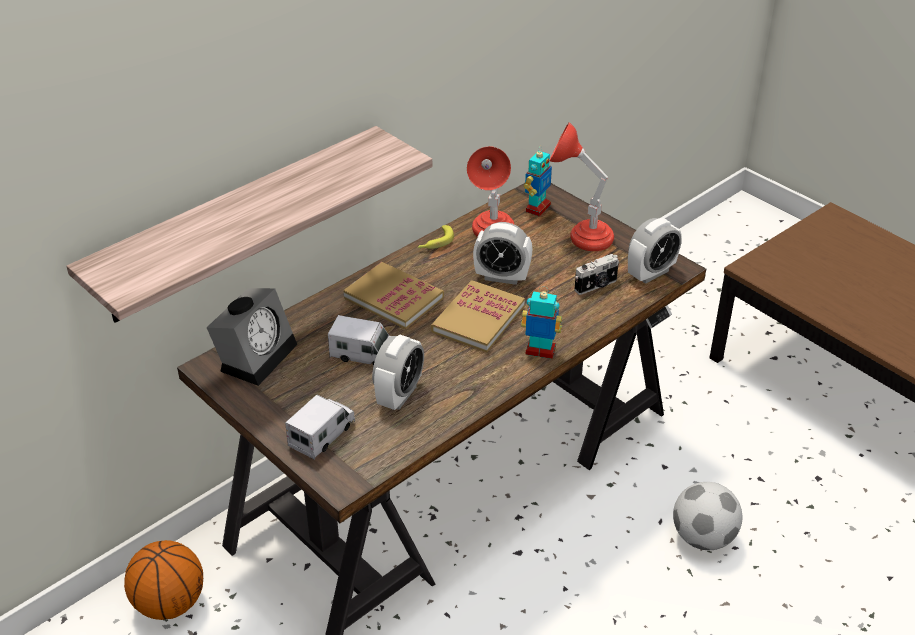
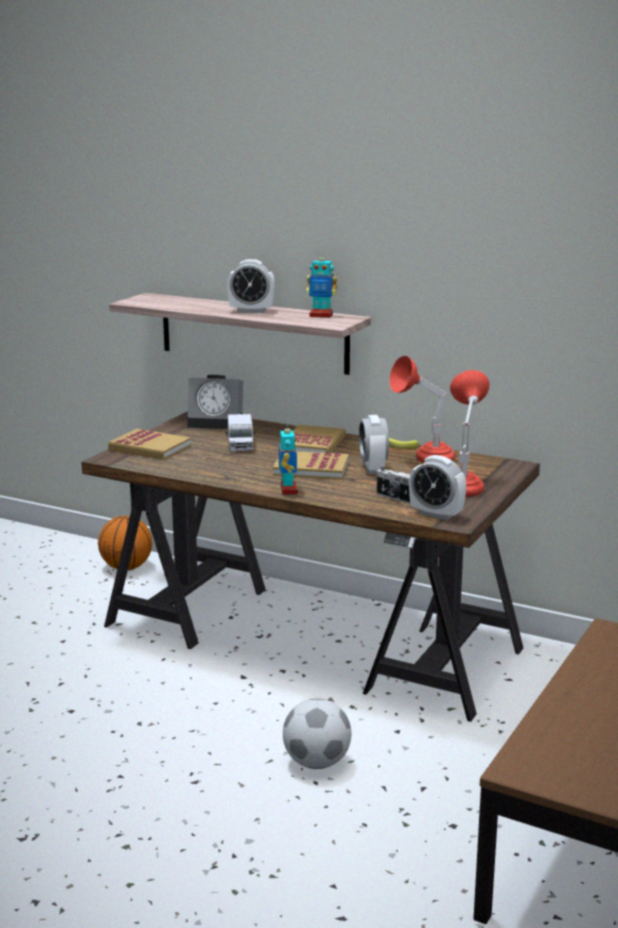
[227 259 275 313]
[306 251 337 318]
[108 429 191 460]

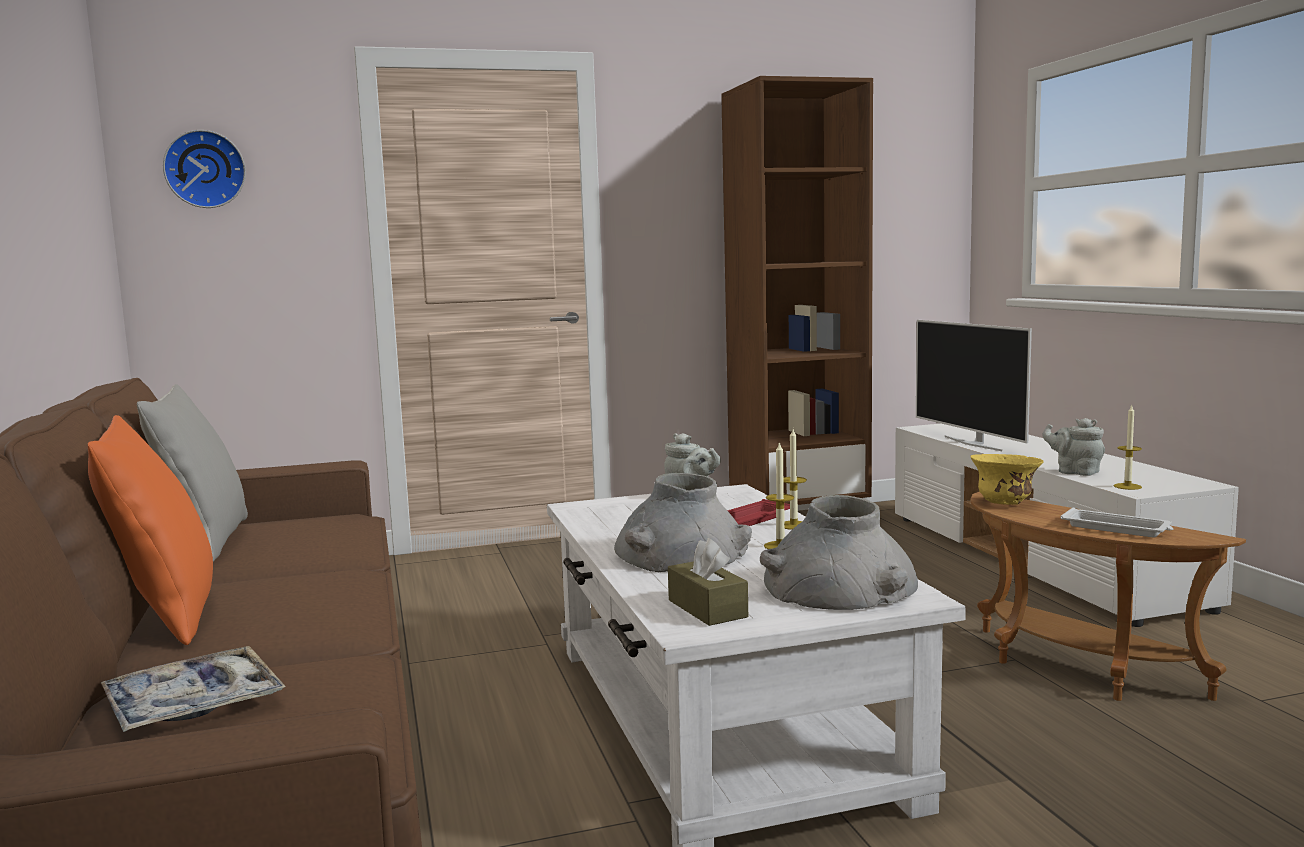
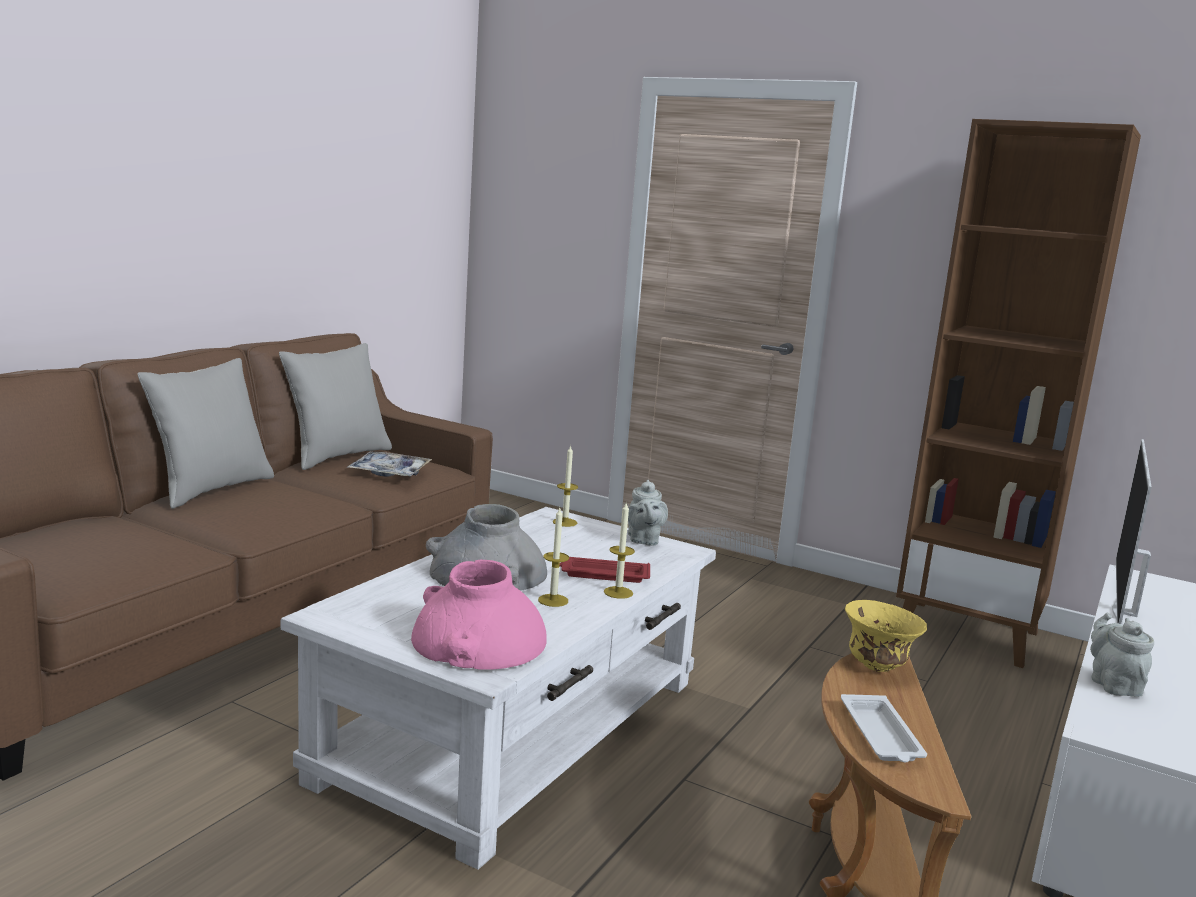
[163 130 246 208] (first image)
[668 538 748 626] (first image)
[346 451 432 477]
[553 445 578 527]
[138 358 274 509]
[411 560 547 670]

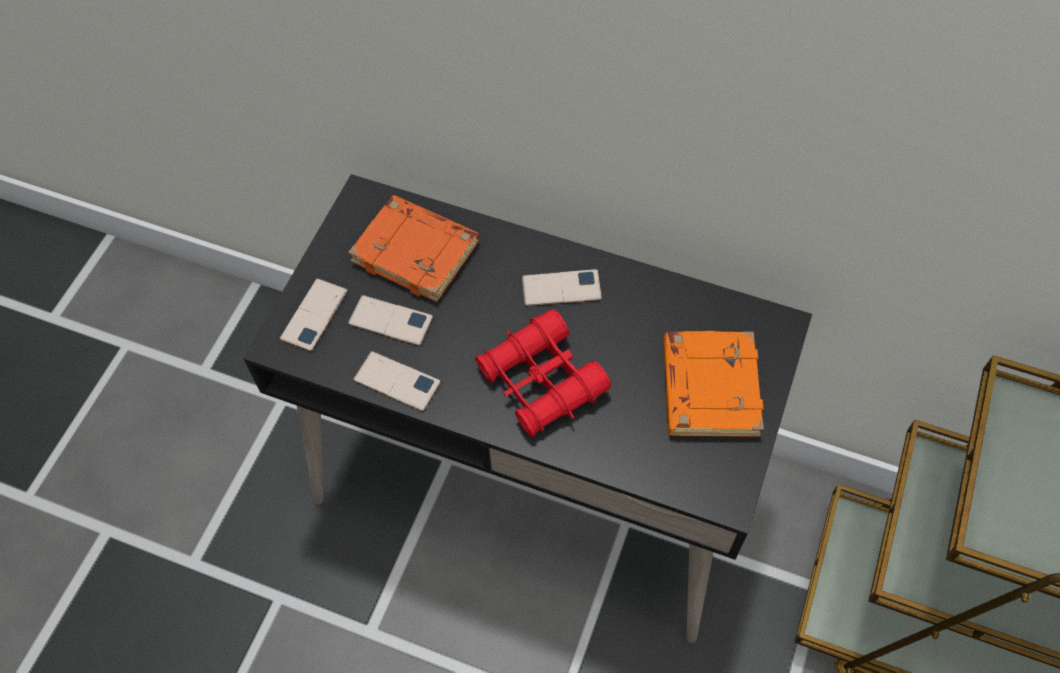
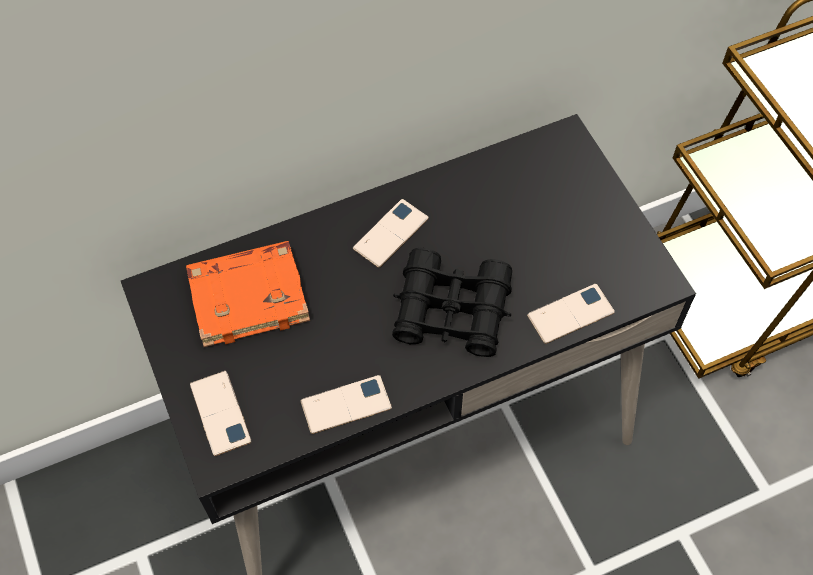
[663 331 764 437] (first image)
[527 284 615 344]
[392 248 512 357]

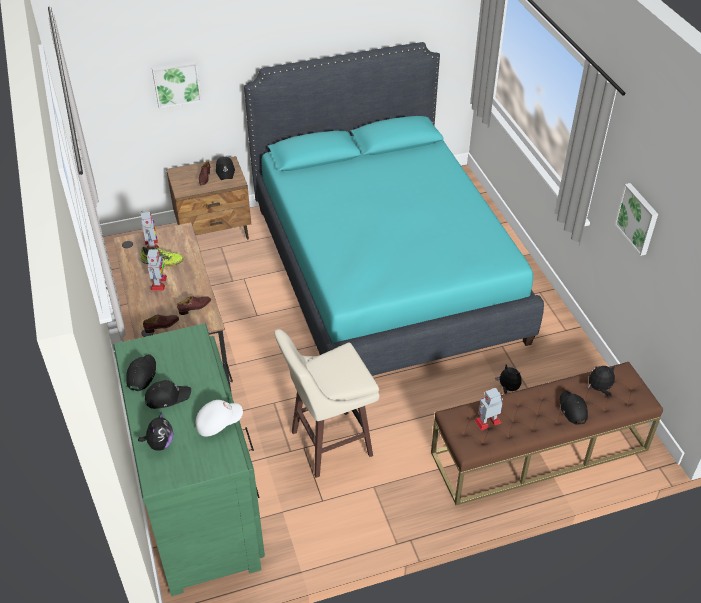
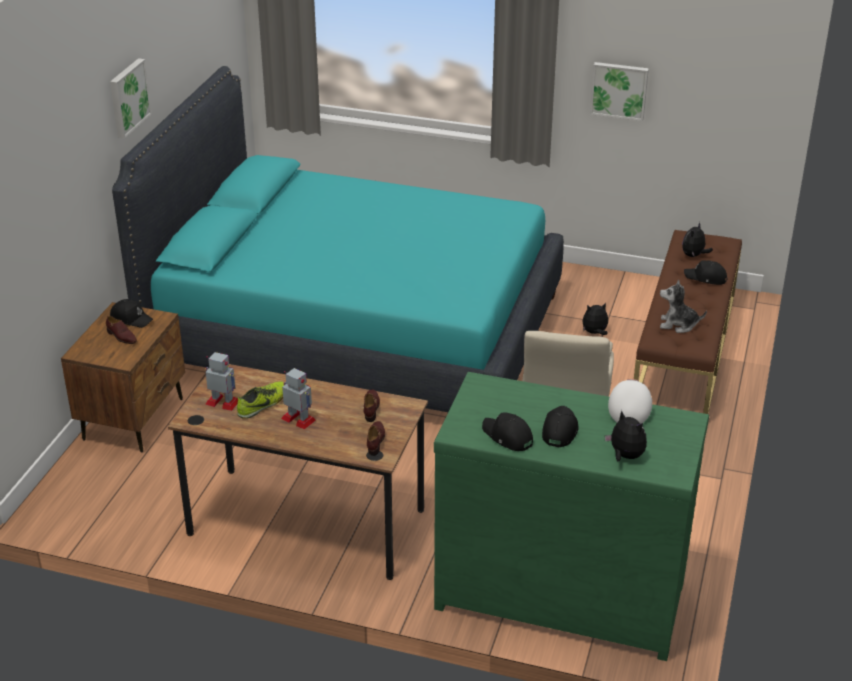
[110 58 152 139]
[660 279 707 333]

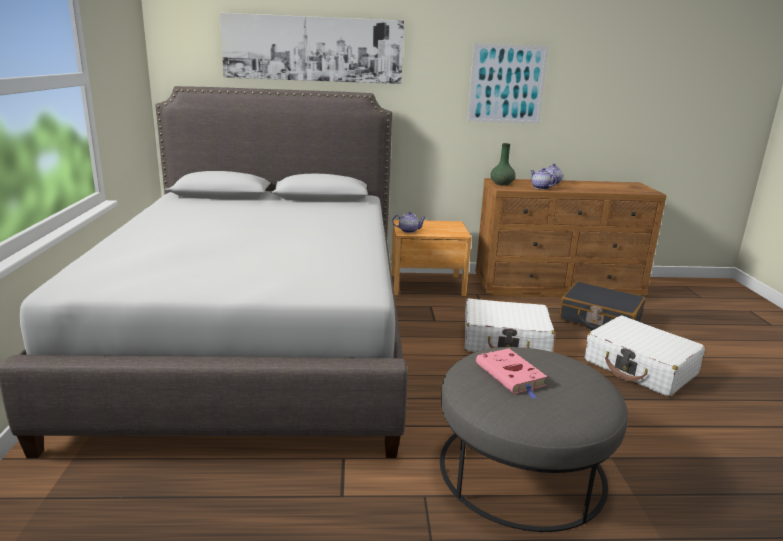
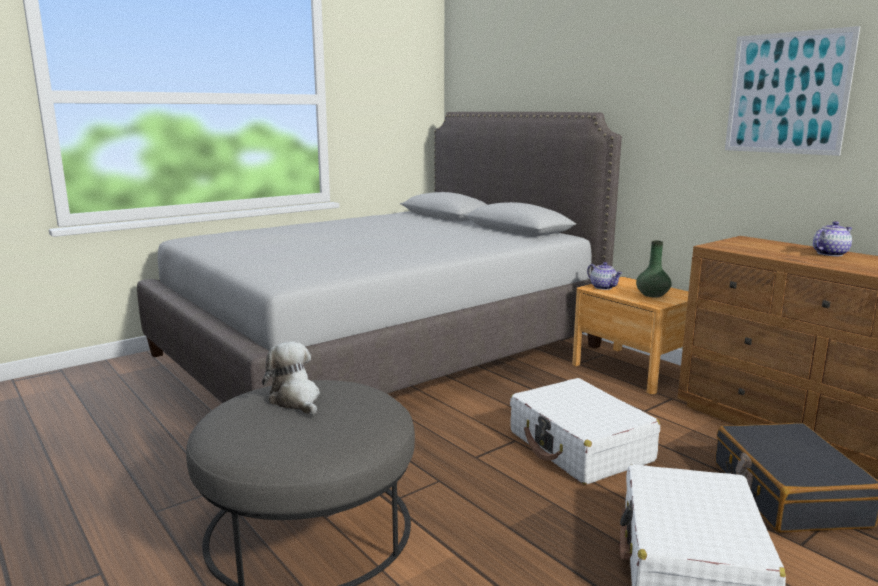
[220 13 404 84] (first image)
[530 168 557 190] (first image)
[636 241 671 297]
[262 341 320 415]

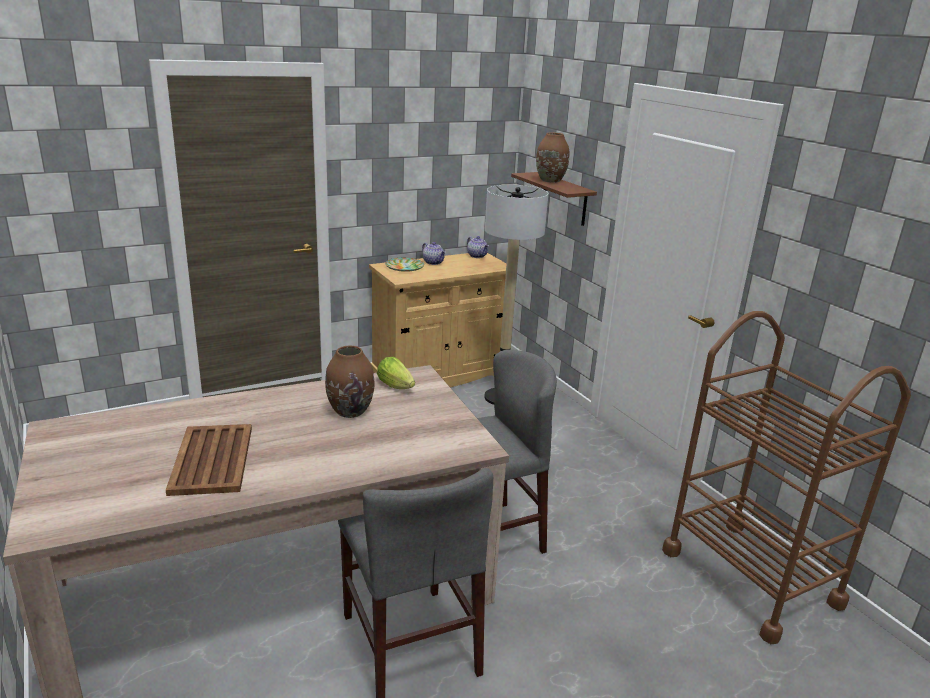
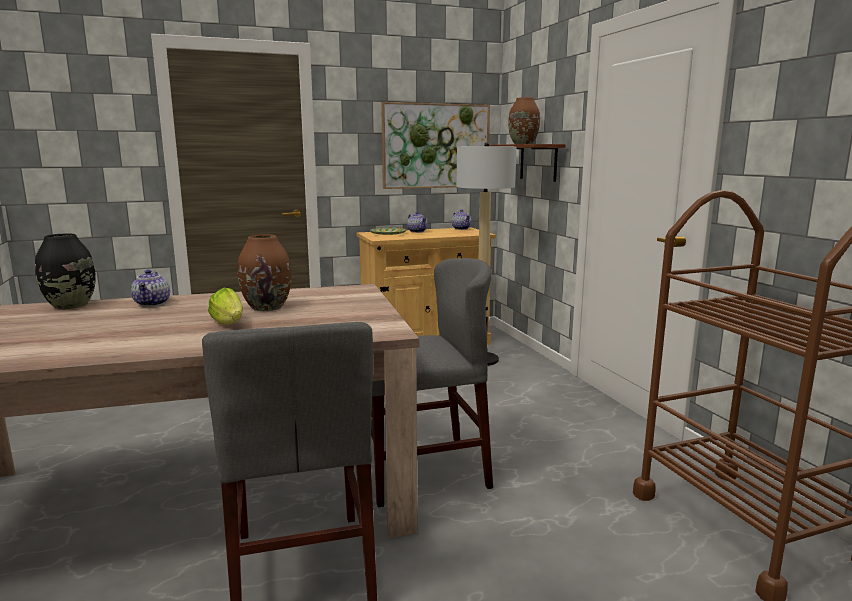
[166 424 252 496] (first image)
[35 233 96 309]
[131 269 170 307]
[381 102 490 189]
[208 288 243 324]

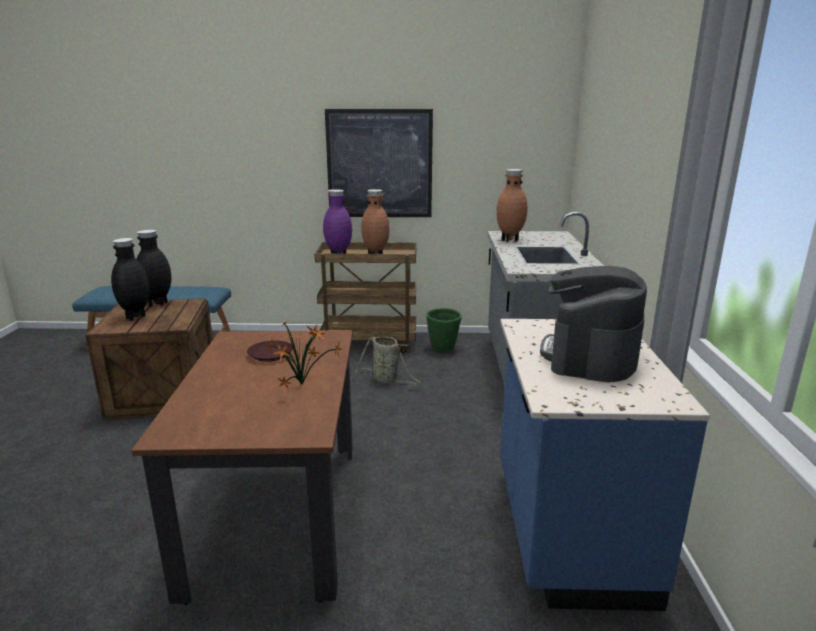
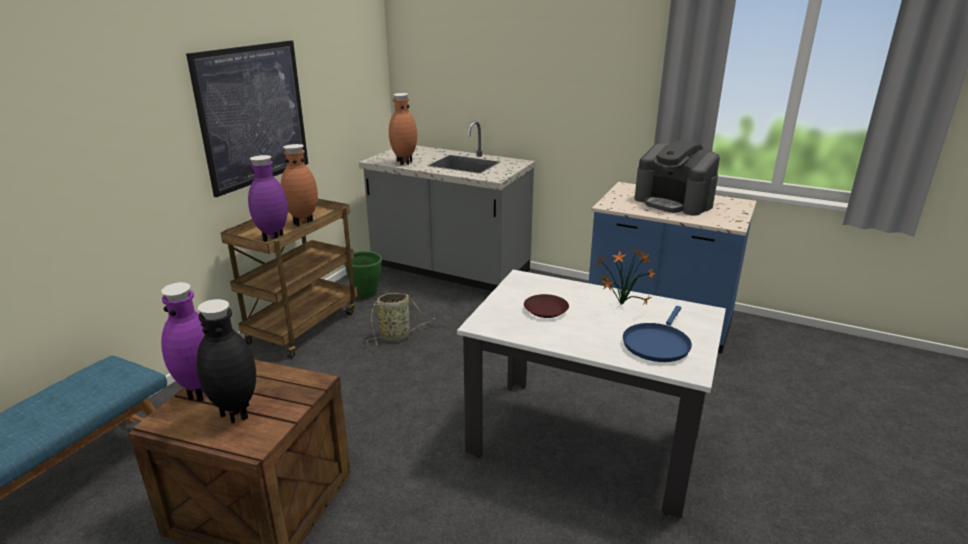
[623 306 692 362]
[457 270 726 518]
[161 282 205 402]

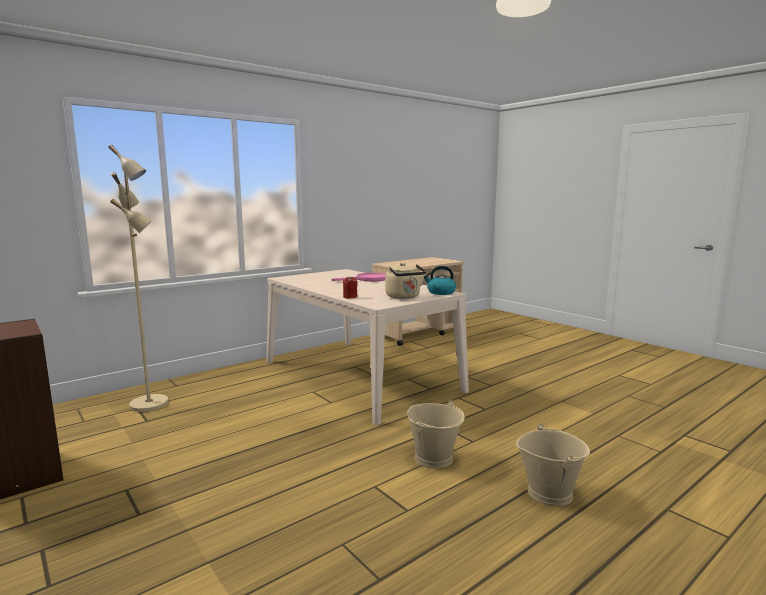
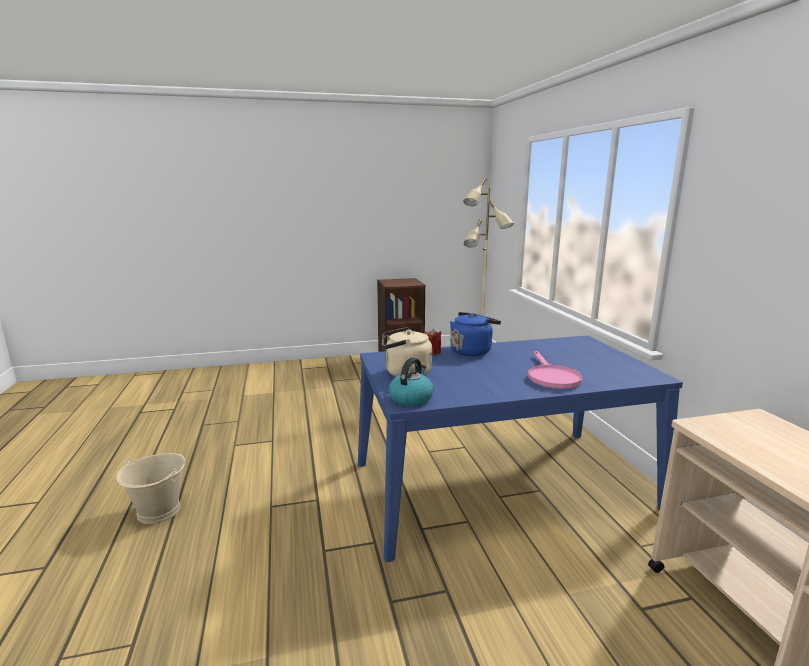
[407 400 465 469] (first image)
[450 312 501 356]
[358 335 683 562]

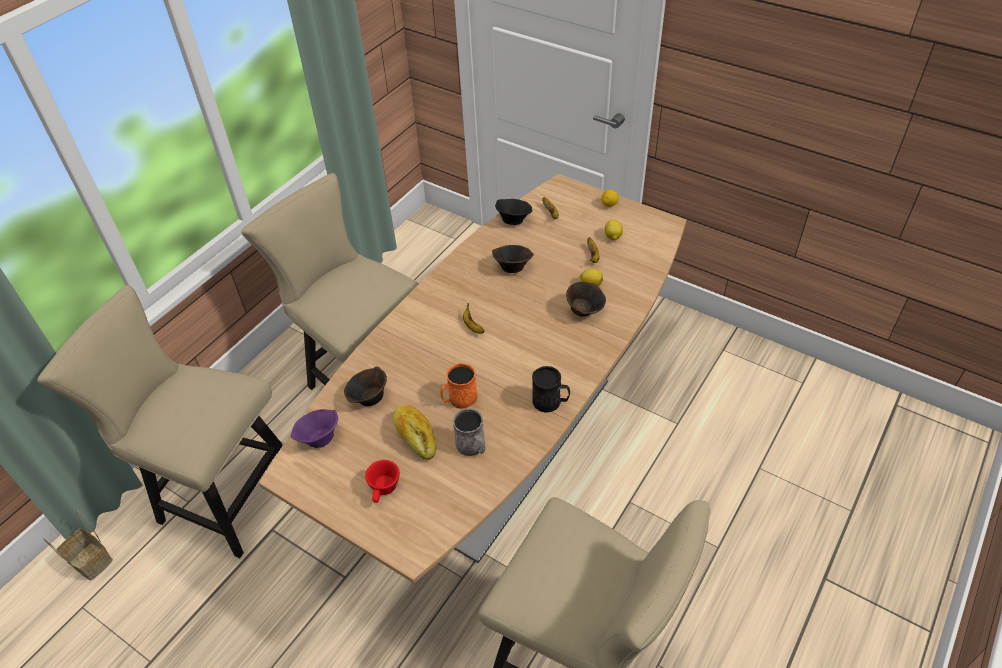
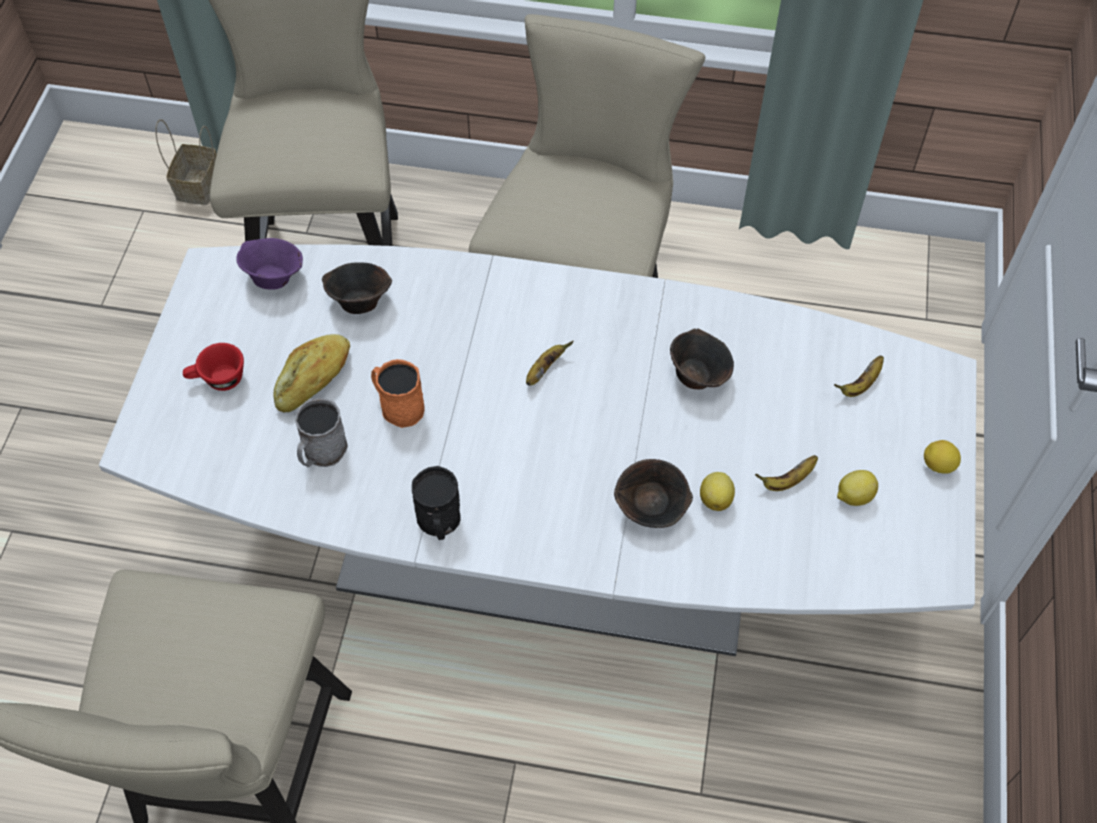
[495 199 532 225] (first image)
[99 244 976 656]

